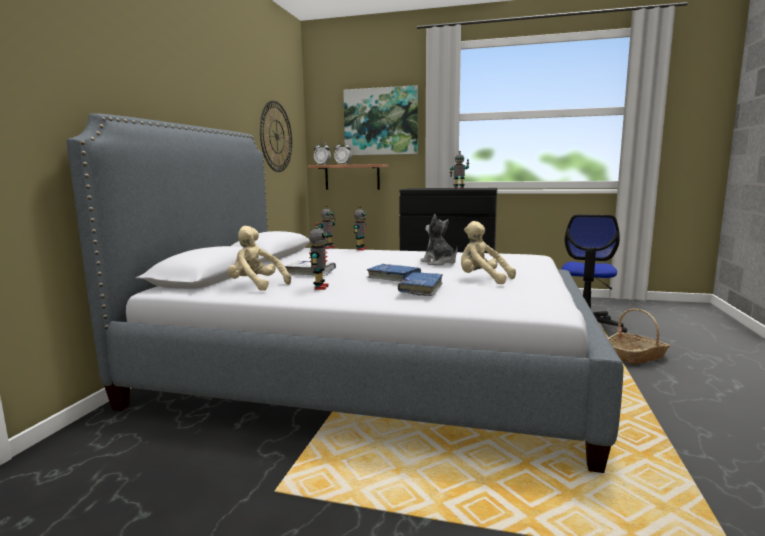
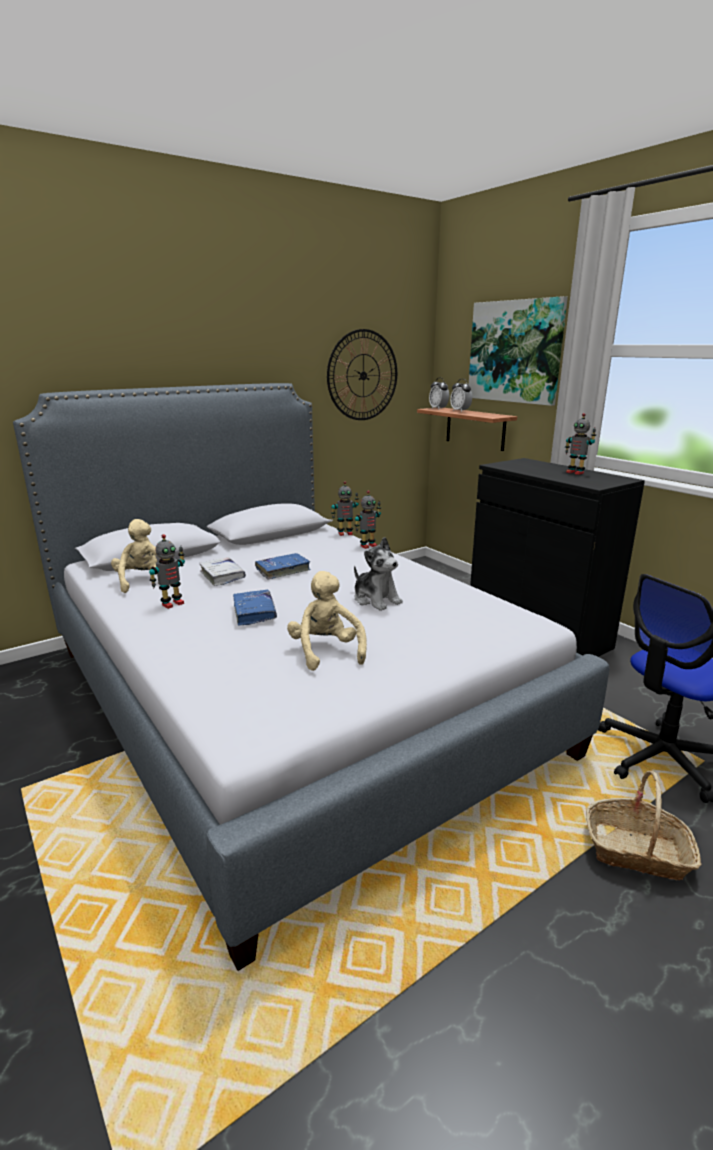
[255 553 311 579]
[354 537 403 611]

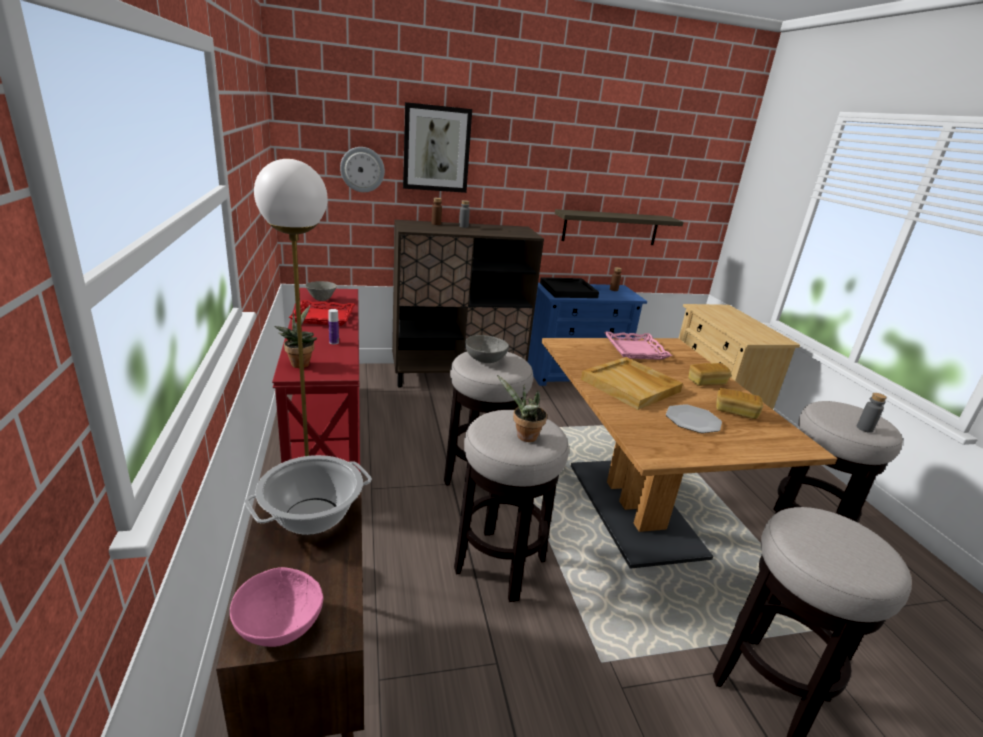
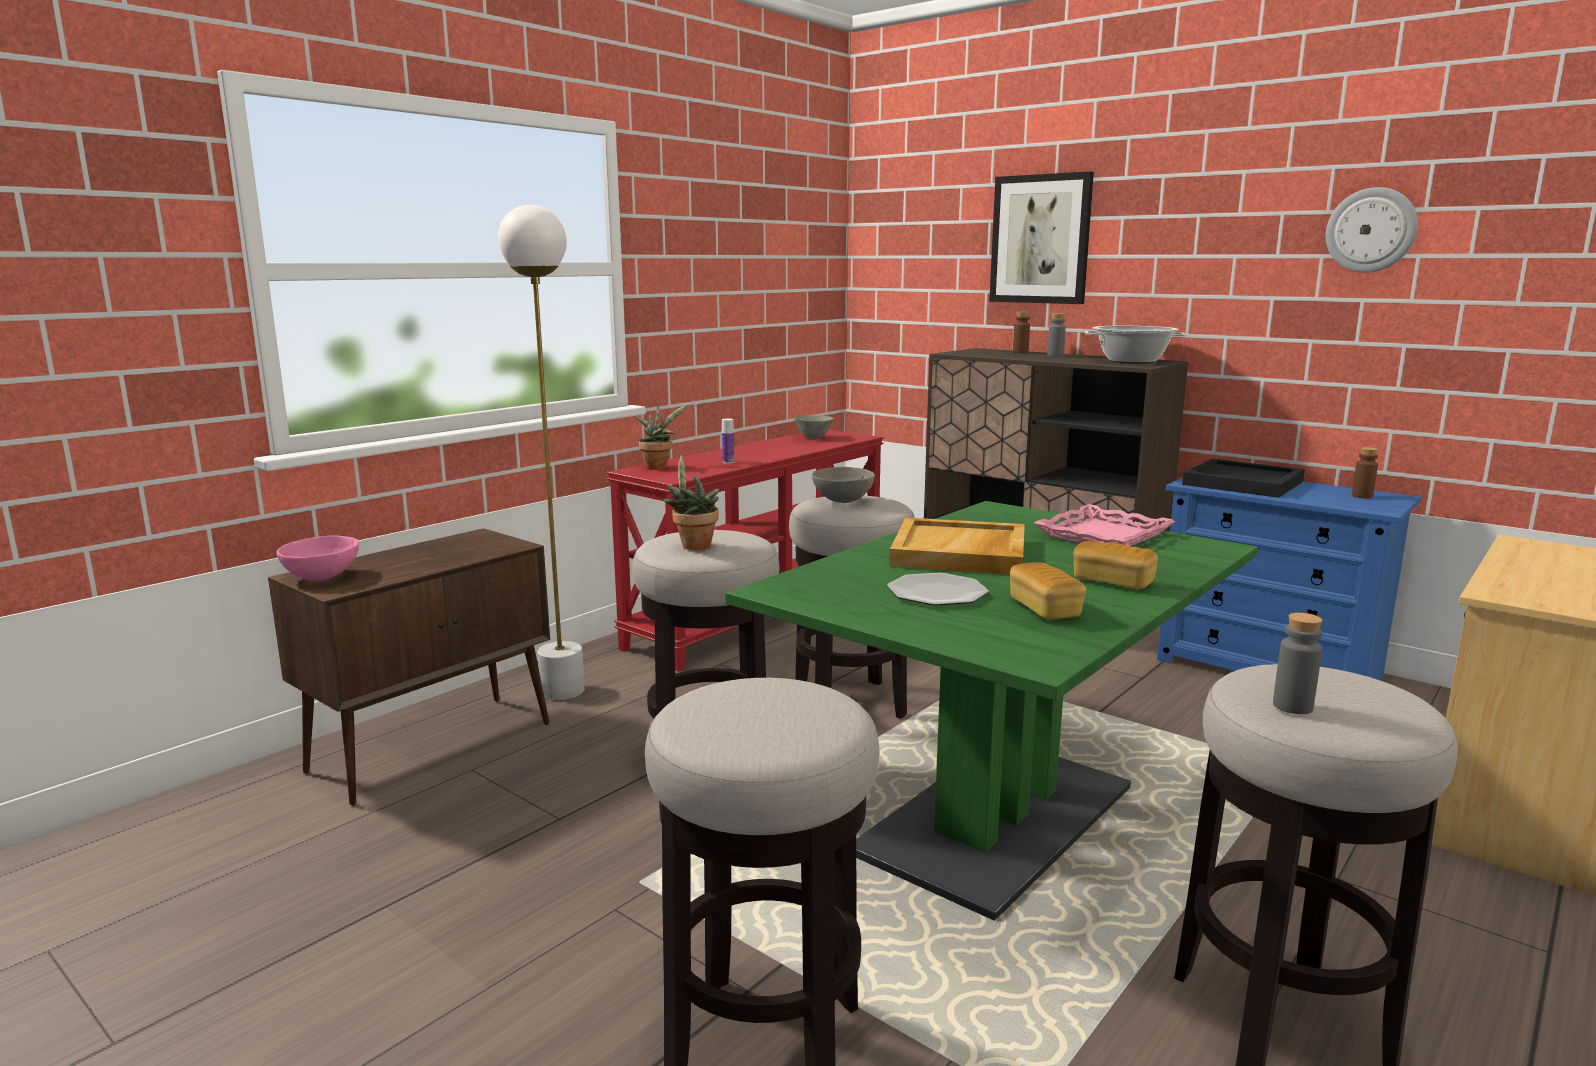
[289 300 355 326] (first image)
[555 209 684 245] (first image)
[1085 326 1187 363]
[1326 187 1418 273]
[725 501 1258 921]

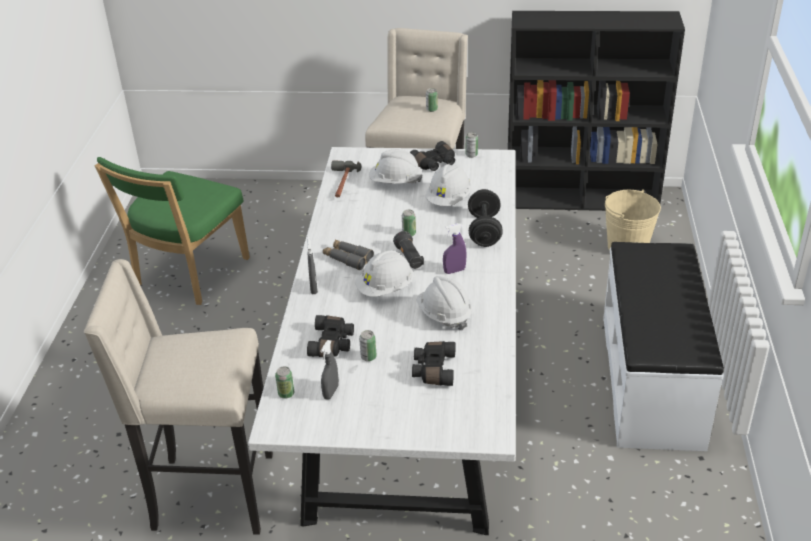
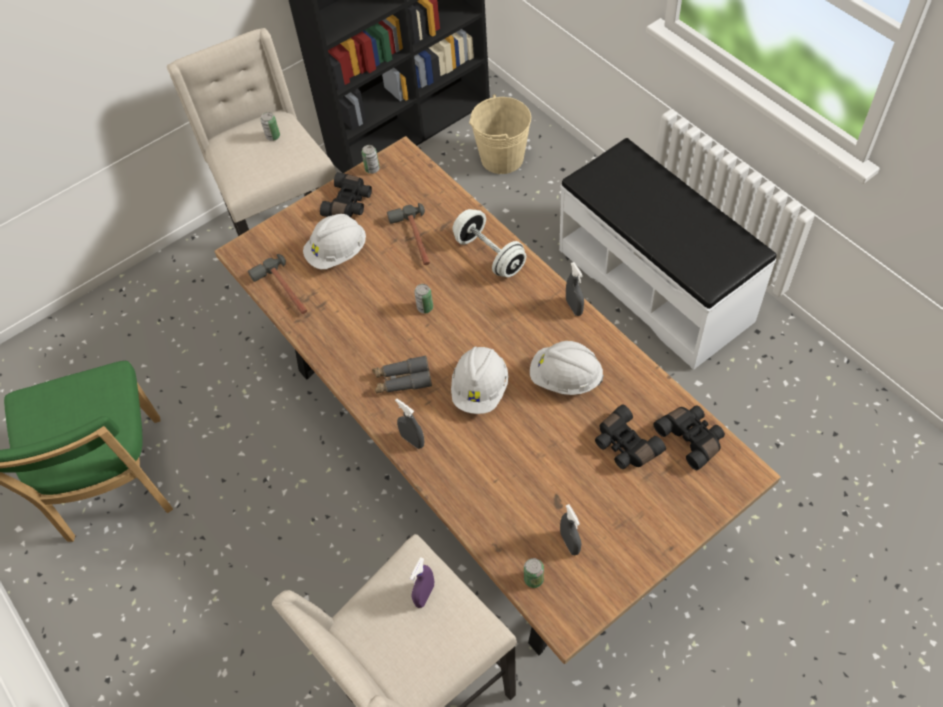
[359 330 377 361] (first image)
[393 231 424 269] (first image)
[566 262 584 316]
[653 405 725 470]
[410 557 434 608]
[387 203 430 265]
[214 136 780 664]
[453 209 526 277]

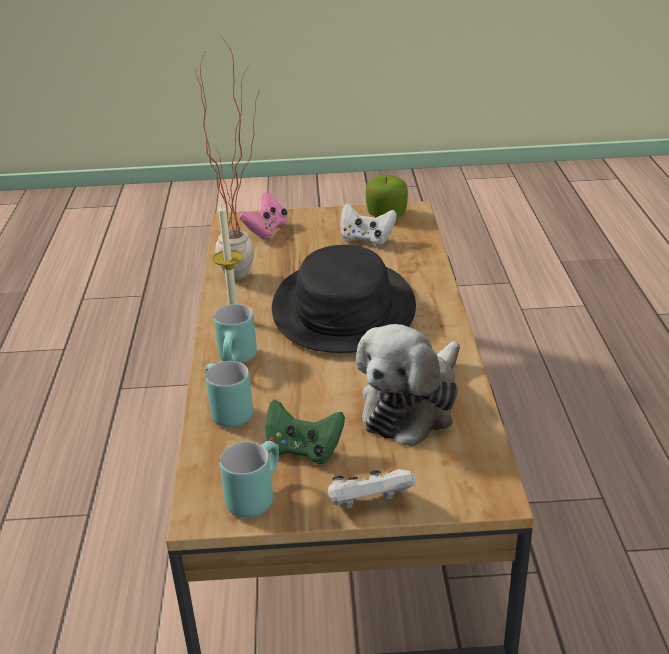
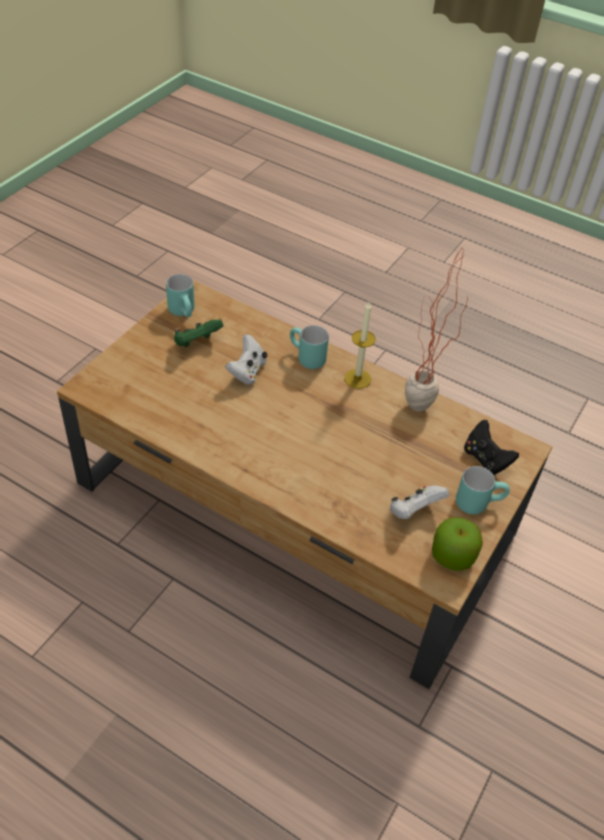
[272 245 416 353] (first image)
[356 324 460 447] (first image)
[456 466 510 514]
[226 334 268 385]
[464 420 519 475]

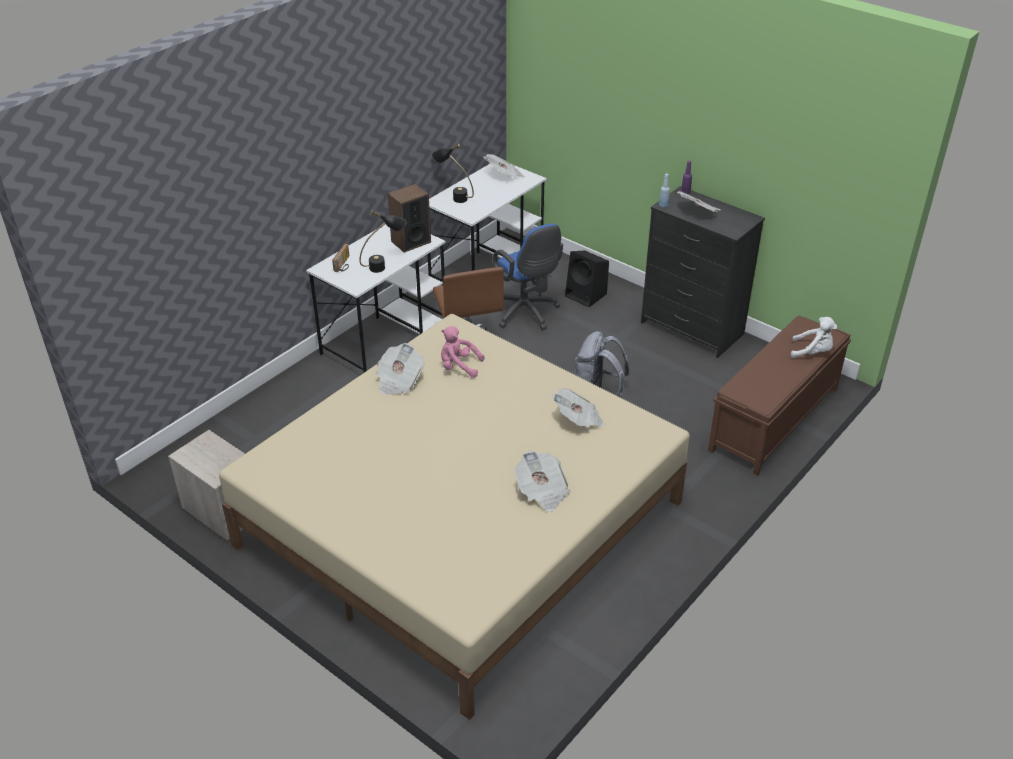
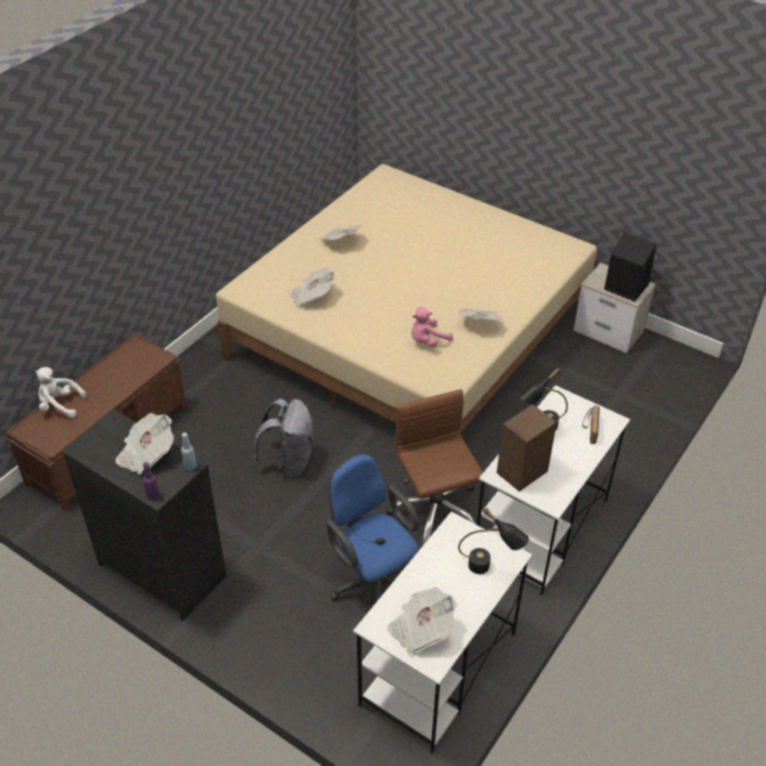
[604 232 656 302]
[411 307 453 347]

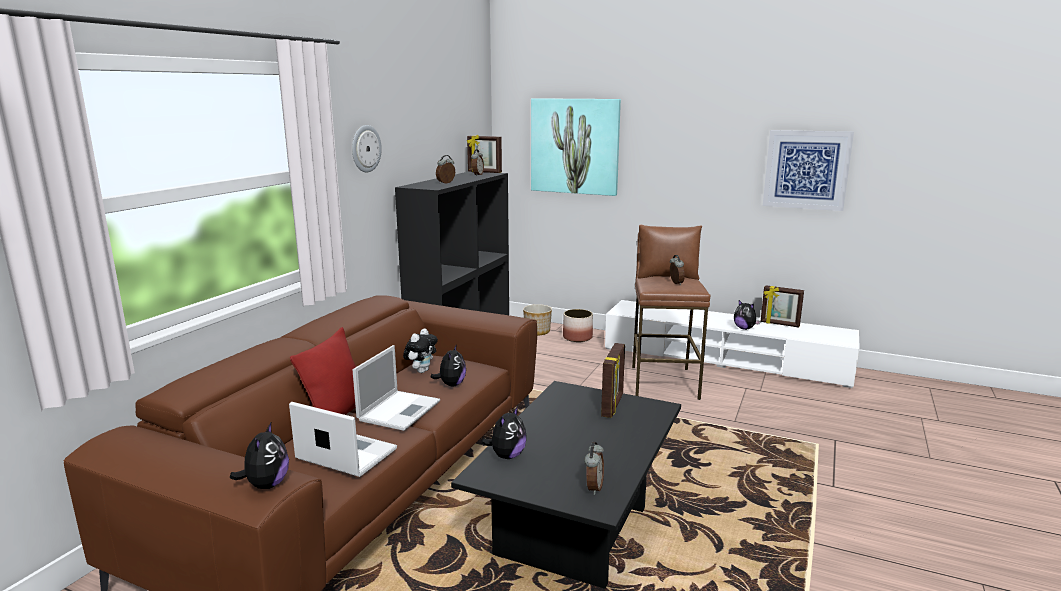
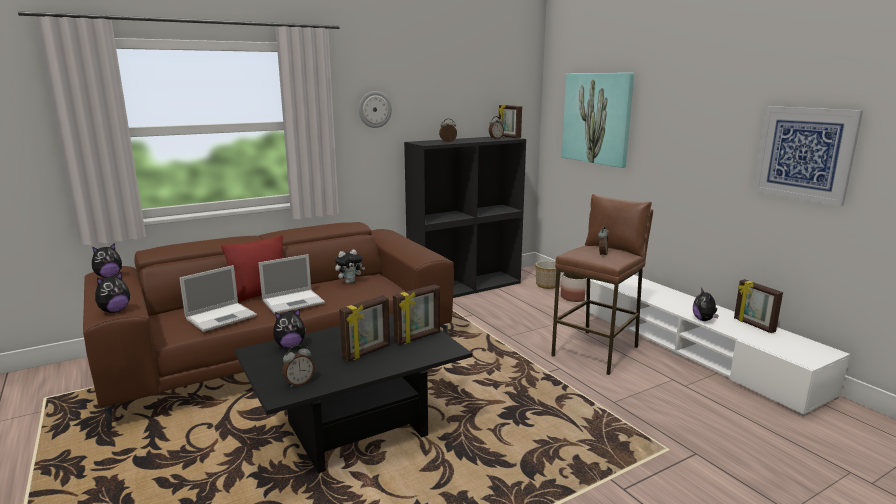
[339 295 390 362]
[92 243 122 278]
[179 265 257 332]

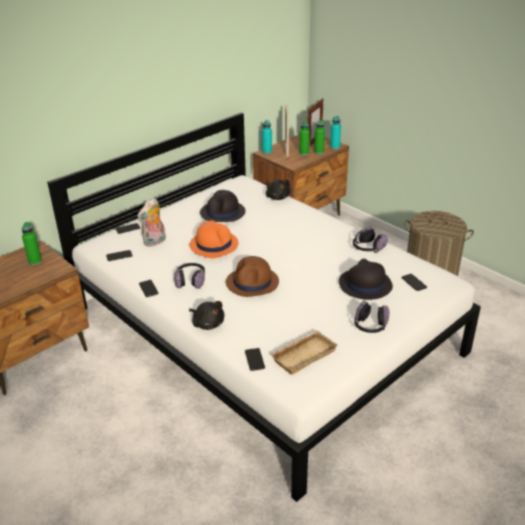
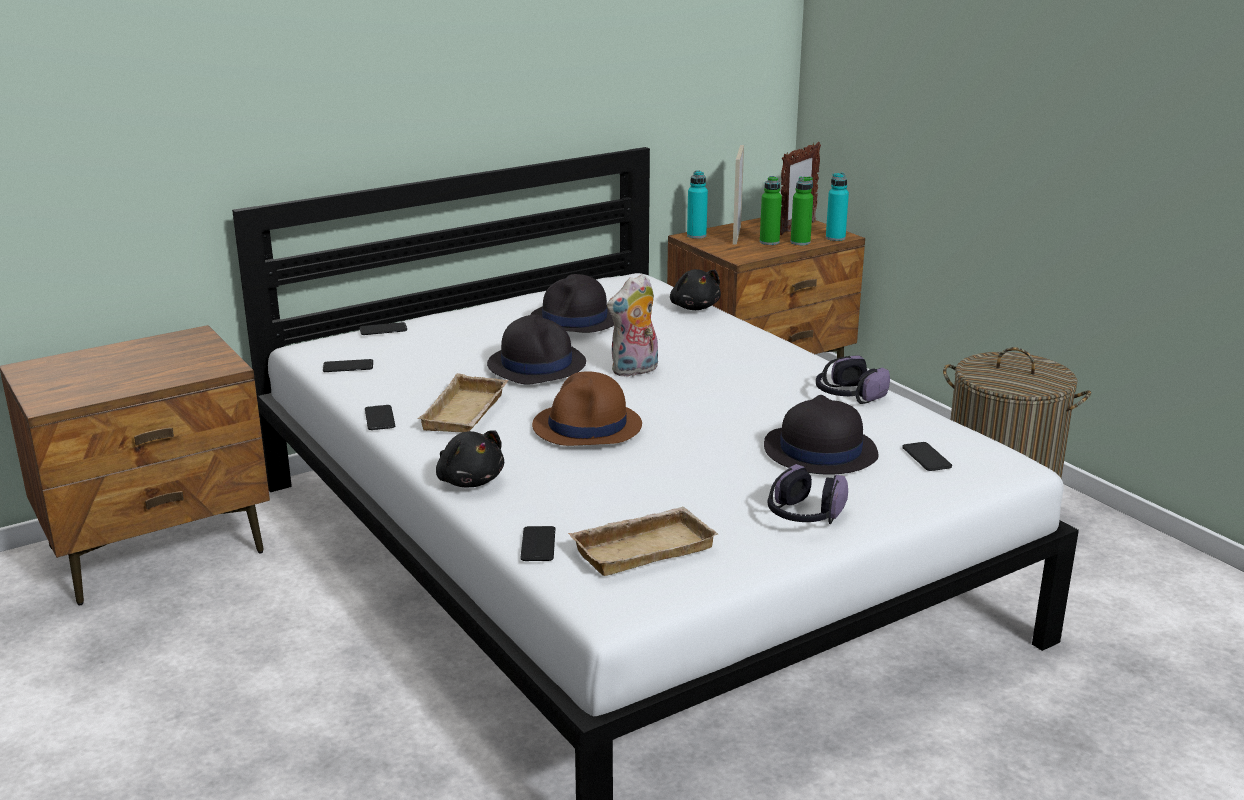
[22 222 42 265] (first image)
[607 274 658 377]
[417 373 508 433]
[487 315 586 384]

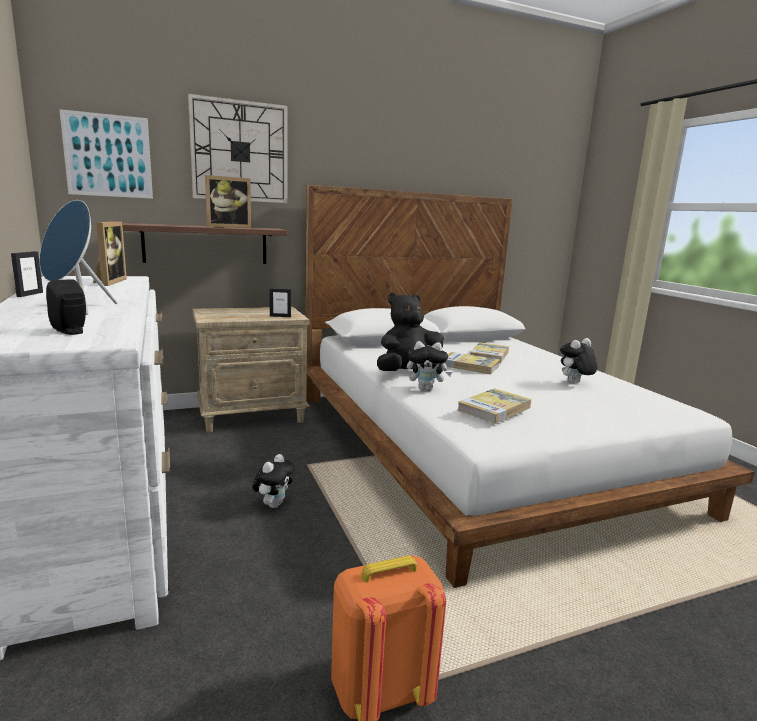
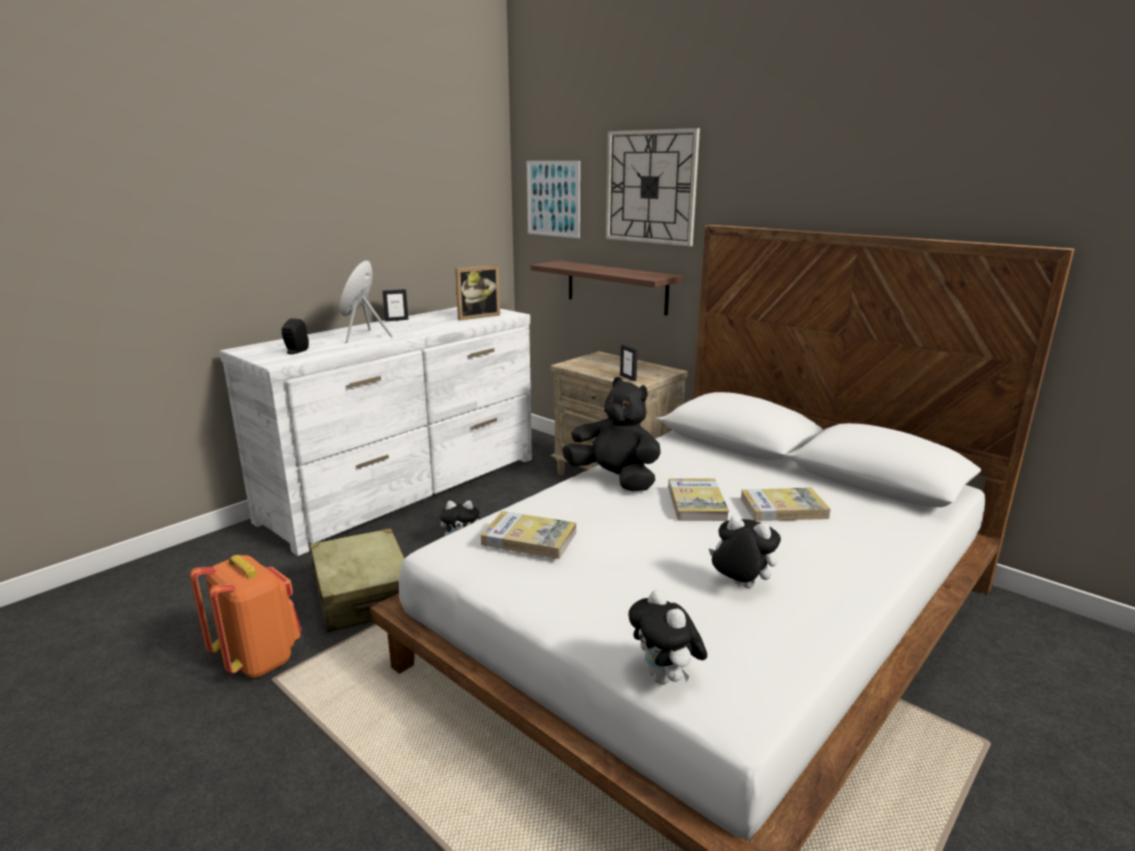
[205 175 251 228] (first image)
[310 528 405 633]
[628 589 707 684]

